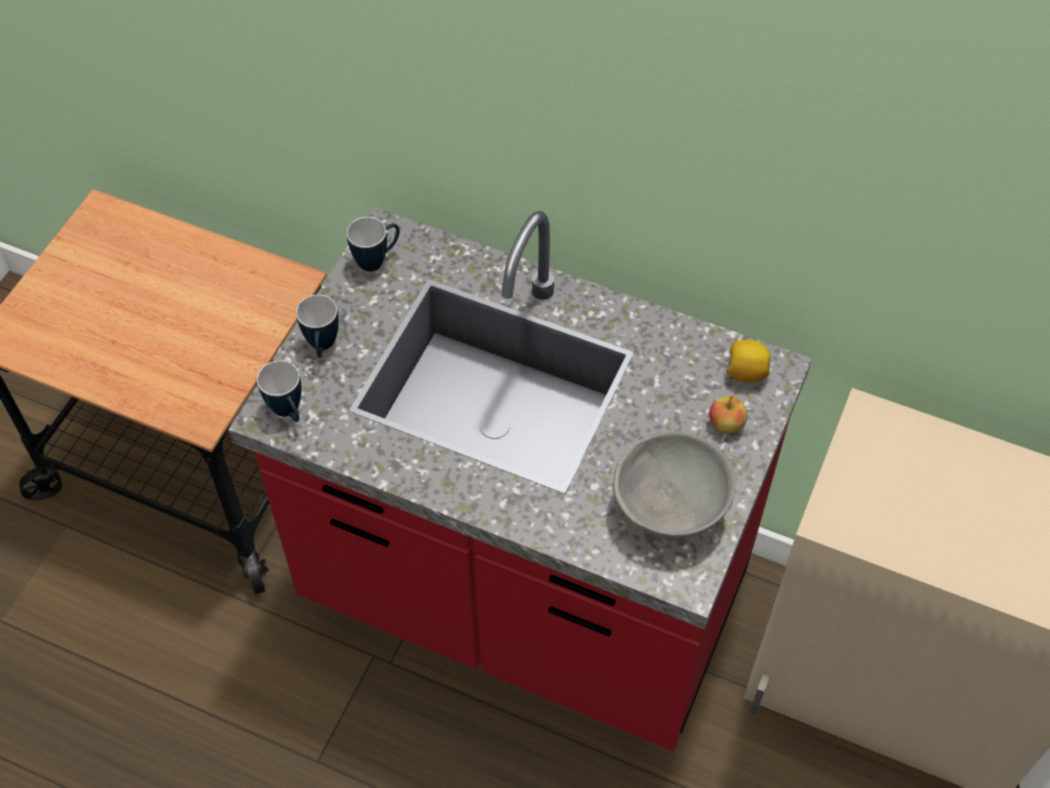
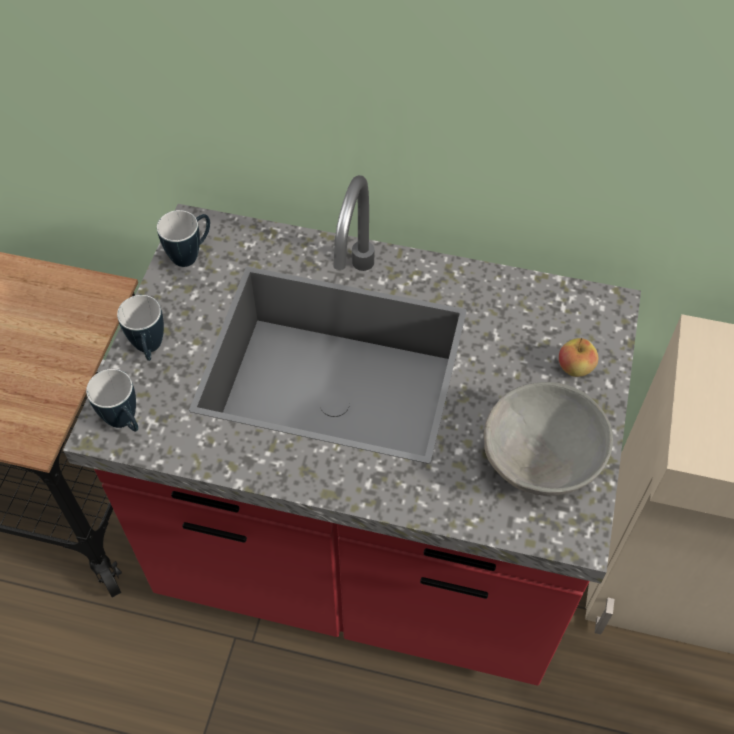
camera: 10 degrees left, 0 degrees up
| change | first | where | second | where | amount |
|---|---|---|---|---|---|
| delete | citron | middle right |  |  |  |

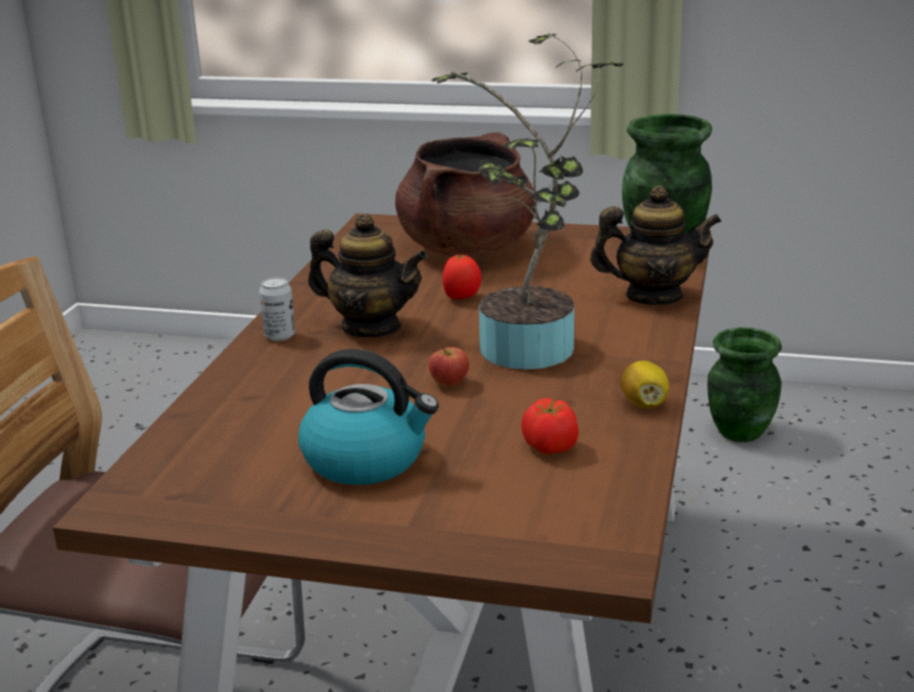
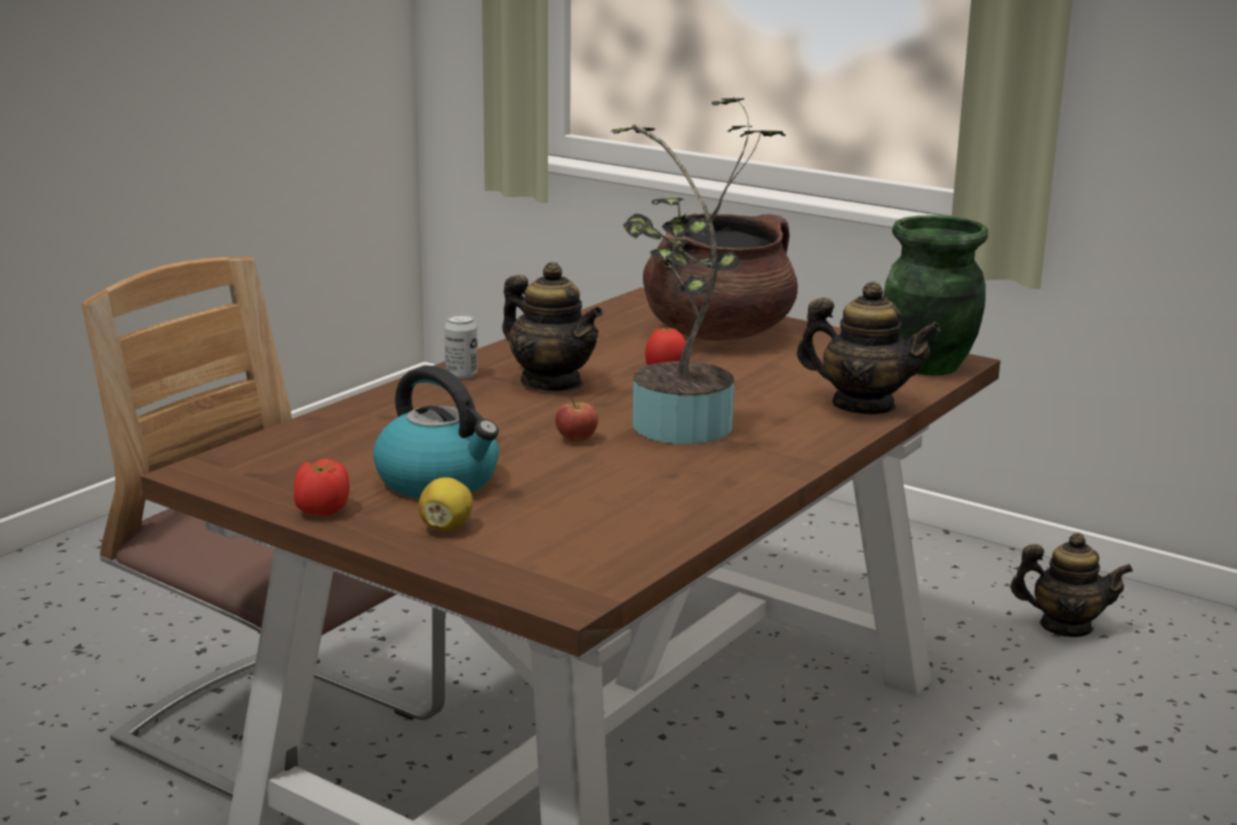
camera: 20 degrees right, 5 degrees down
| change | first | where | second | where | amount |
|---|---|---|---|---|---|
| move | tomate (2nd from left in the first image) | centre | tomate (1st from left) | middle left |  |
| move | citron | middle right |  | centre |  |
| replace | vase/vert (2nd from left) | middle right | théière (3rd from left) | bottom right |  |

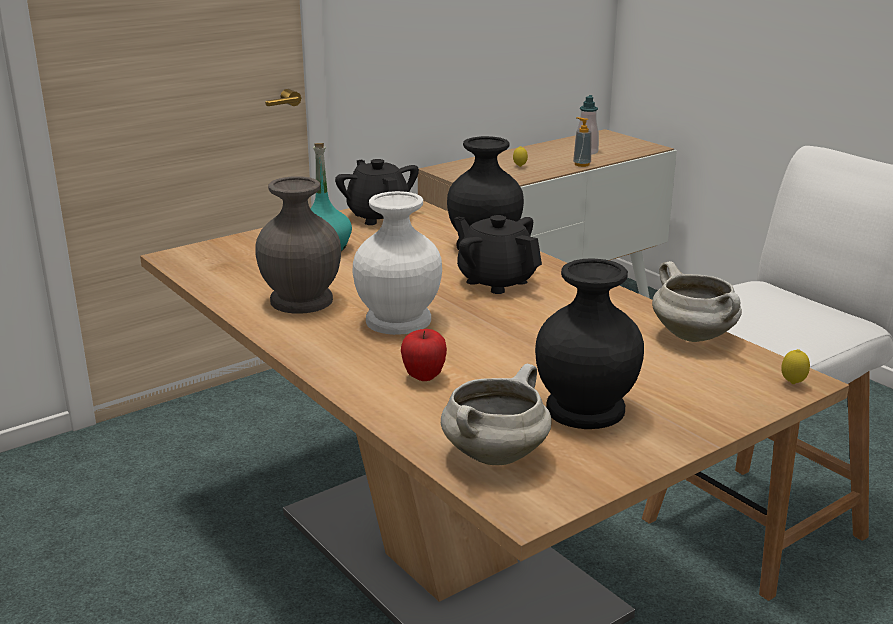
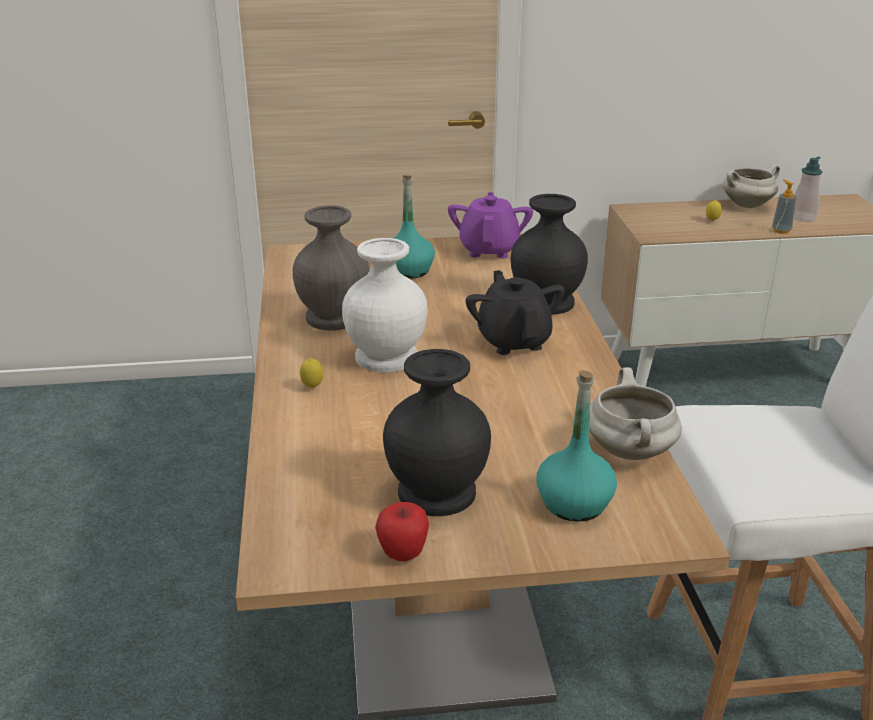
camera: 30 degrees right, 5 degrees up
| change | first | where | second | where | amount |
|---|---|---|---|---|---|
| insert |  |  | bouteille/turquoise (2nd from left) | centre |  |
| move | pomme | centre |  | bottom centre |  |
| move | marmite/blanc (1st from left in the first image) | centre | marmite/blanc (2nd from left) | top right |  |
| move | citron (2nd from left in the first image) | middle right | citron (1st from left) | centre |  |
| recolor | théière/noir (1st from left) | top centre | théière/violet | top centre |  |

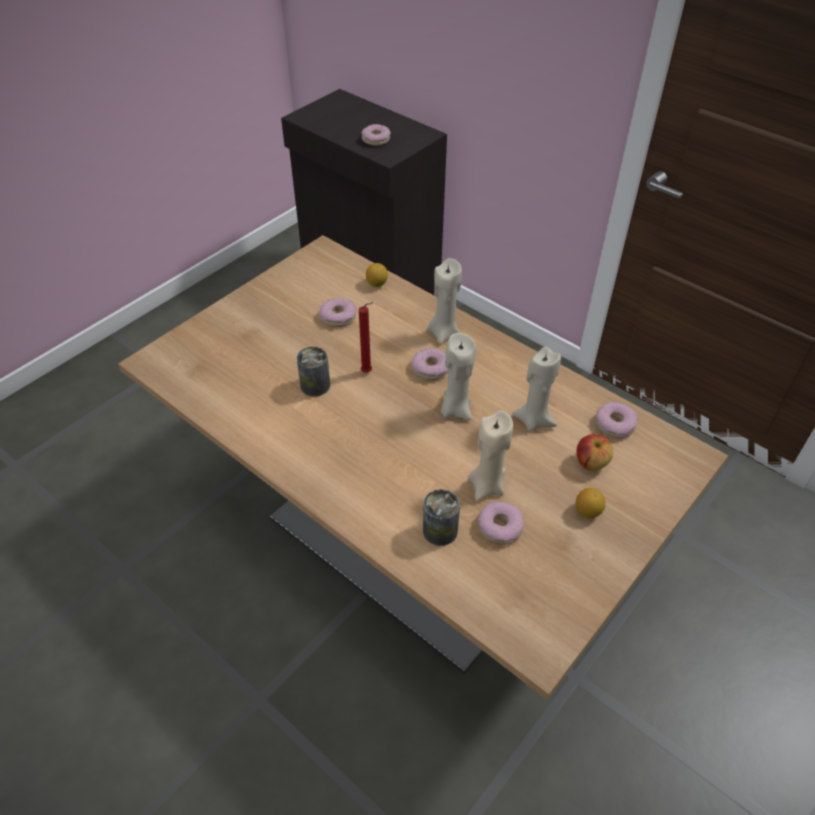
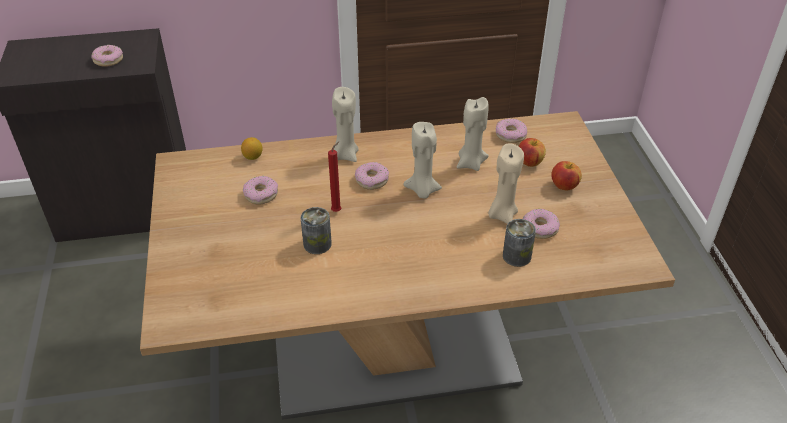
camera: 50 degrees left, 5 degrees down
| change | first | where | second | where | amount |
|---|---|---|---|---|---|
| replace | citron (2nd from left) | middle right | pomme (2nd from left) | middle right |  |

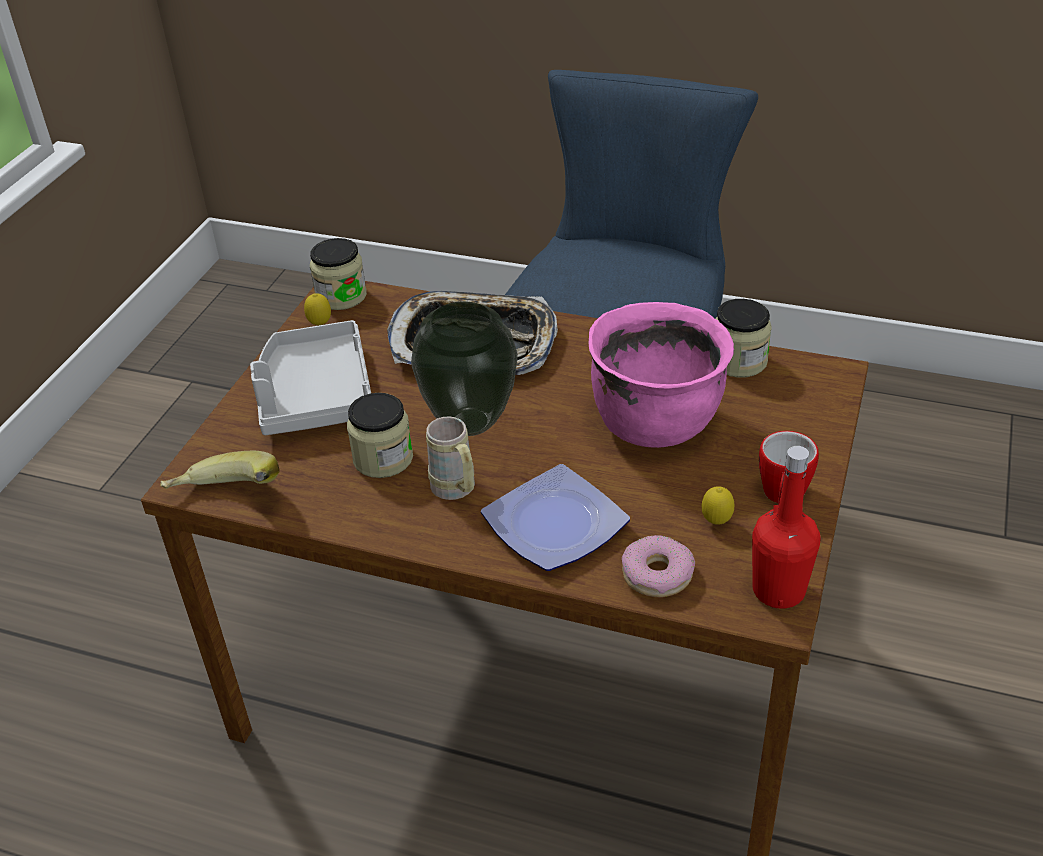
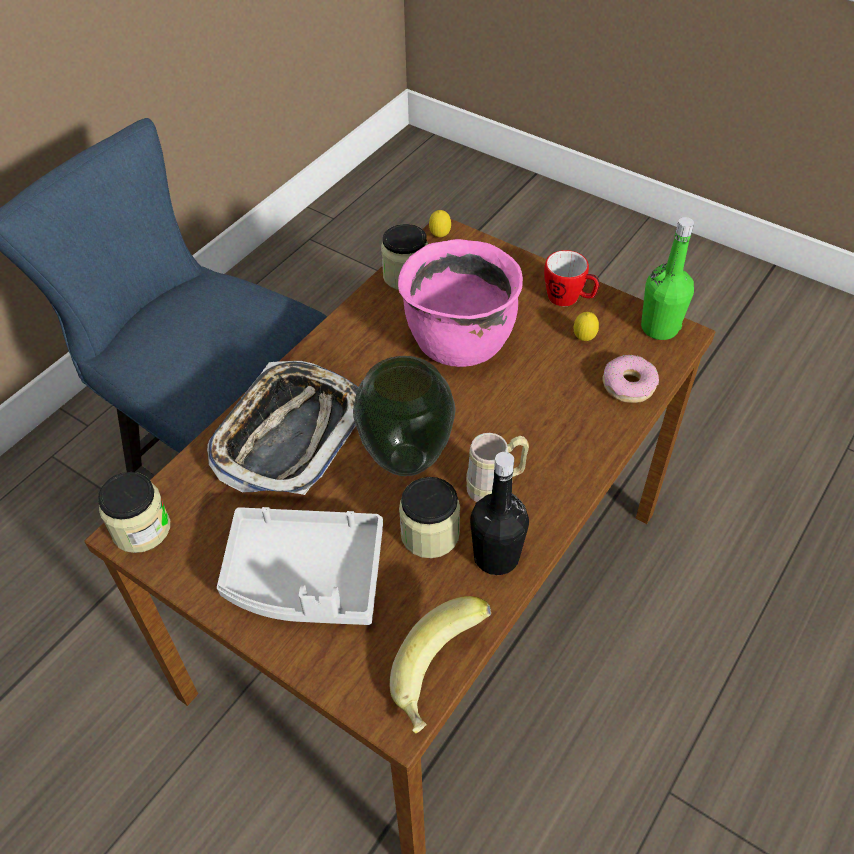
camera: 75 degrees left, 10 degrees up
| change | first | where | second | where | amount |
|---|---|---|---|---|---|
| delete | assiette | centre |  |  |  |
| insert |  |  | bouteille/noir | centre |  |
| move | citron (1st from left) | middle left |  | top centre |  |
| recolor | bouteille/rouge | middle right | bouteille/vert | top right |  |

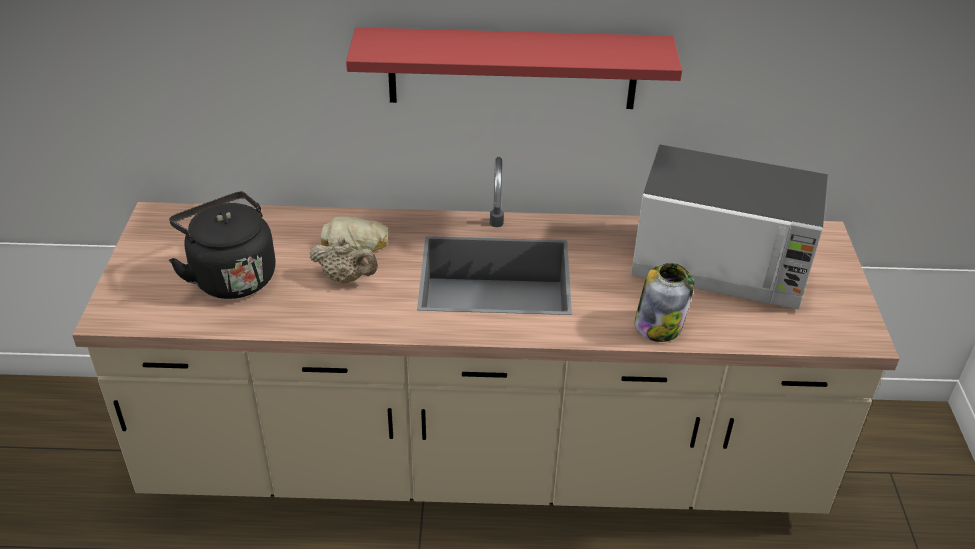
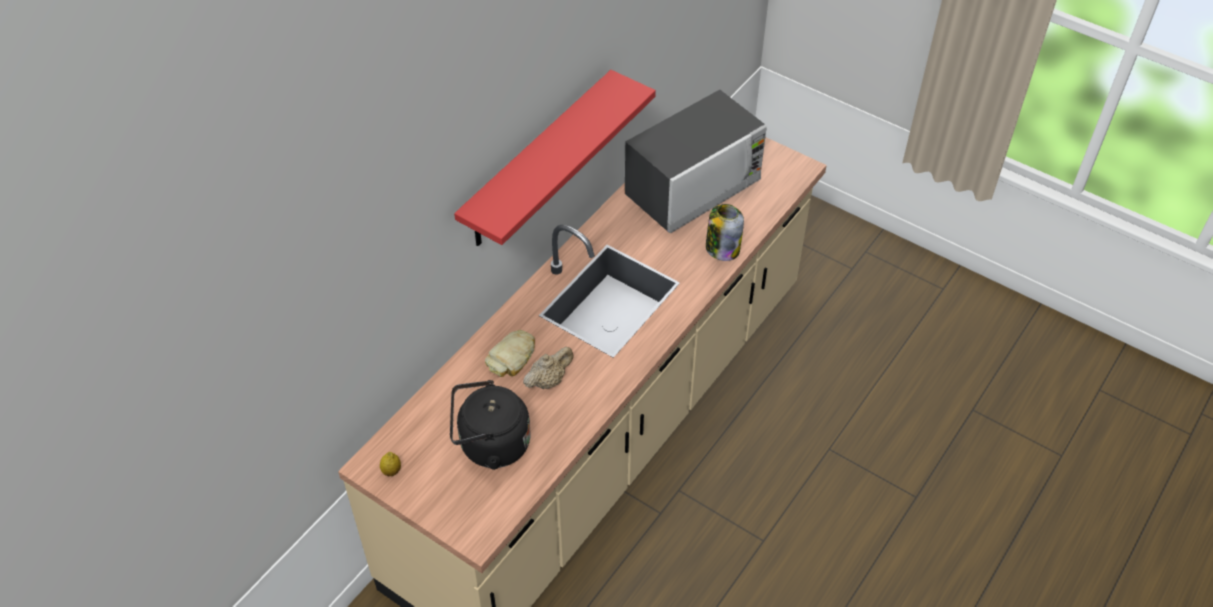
camera: 55 degrees left, 10 degrees up
| change | first | where | second | where | amount |
|---|---|---|---|---|---|
| insert |  |  | citron | bottom left |  |

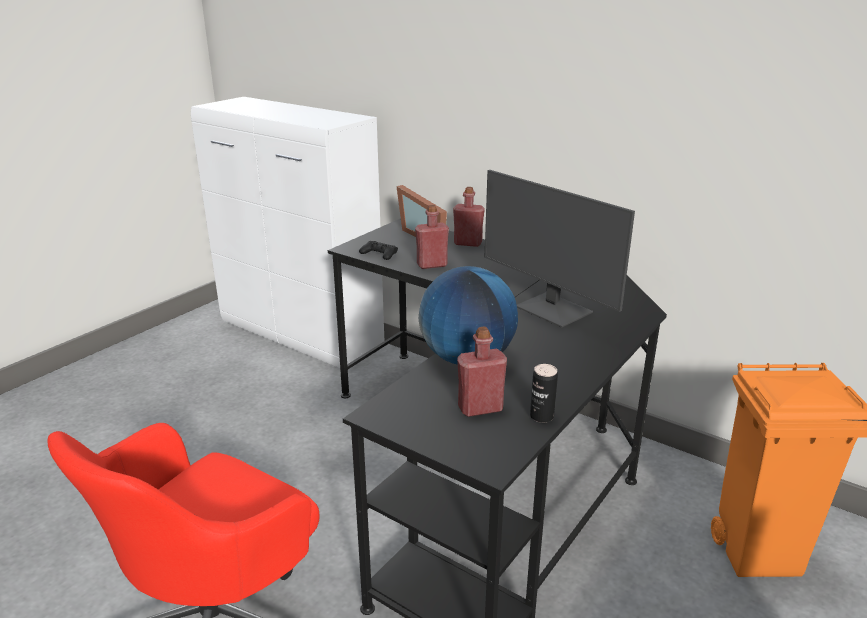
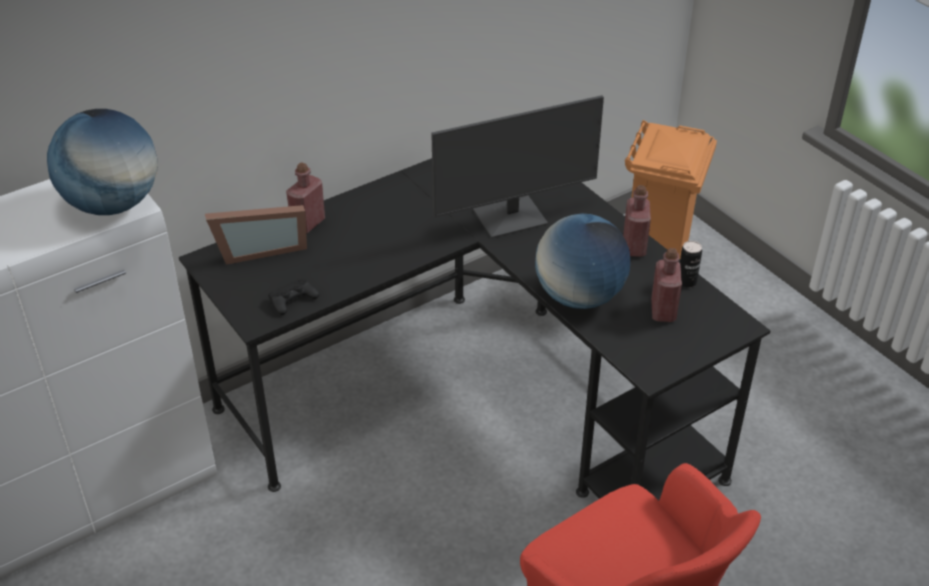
camera: 70 degrees left, 15 degrees up
| change | first | where | second | where | amount |
|---|---|---|---|---|---|
| insert |  |  | globe (1st from left) | top left |  |
| move | bouteille/rouge (1st from left in the first image) | centre | bouteille/rouge (2nd from left) | middle right |  |

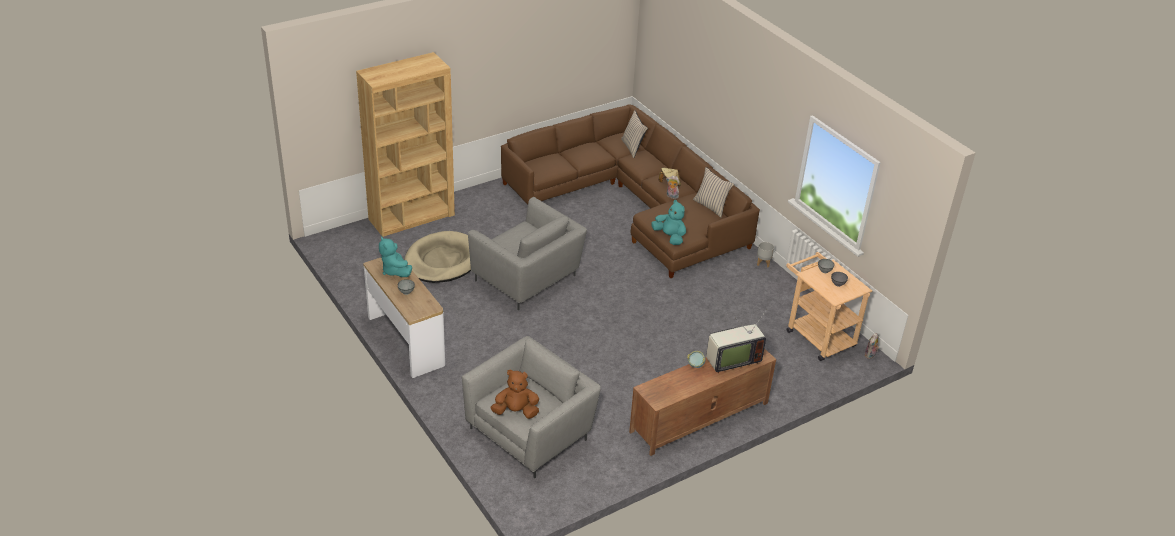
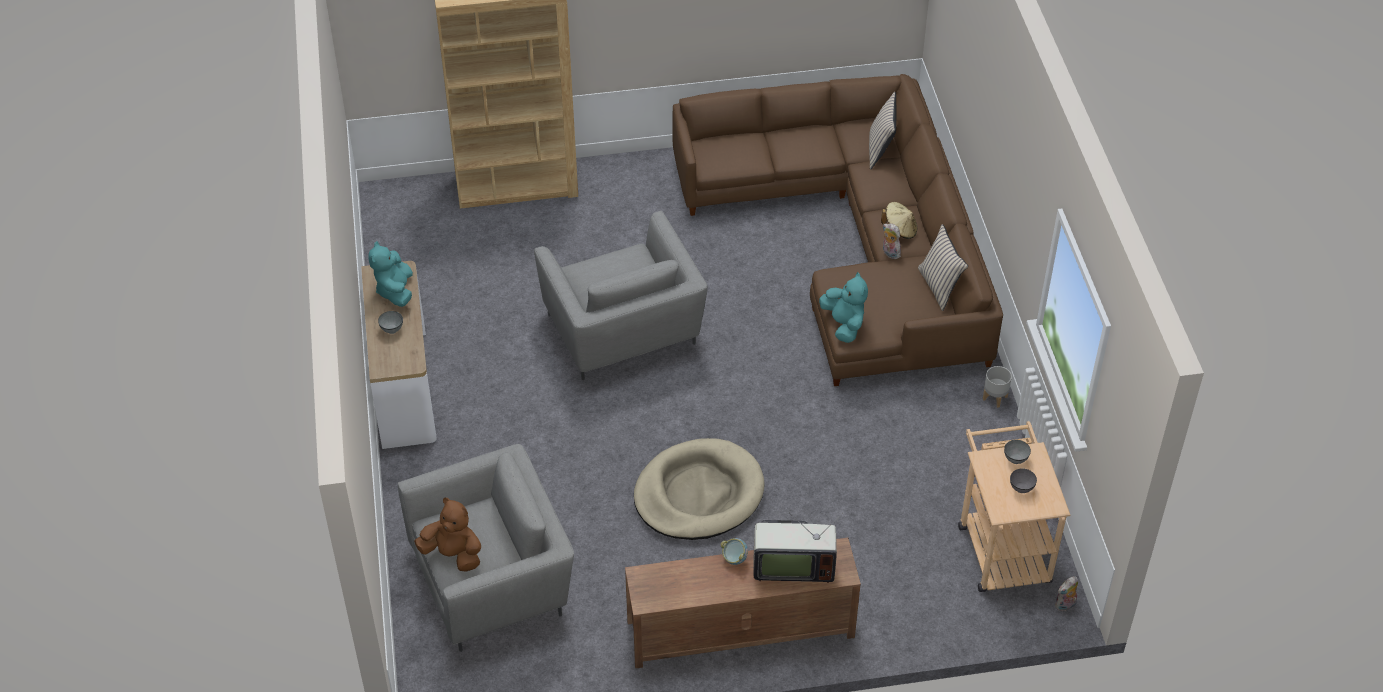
camera: 25 degrees right, 10 degrees up
| change | first | where | second | where | amount |
|---|---|---|---|---|---|
| move | panier pour chien/beige | centre |  | bottom centre |  |

